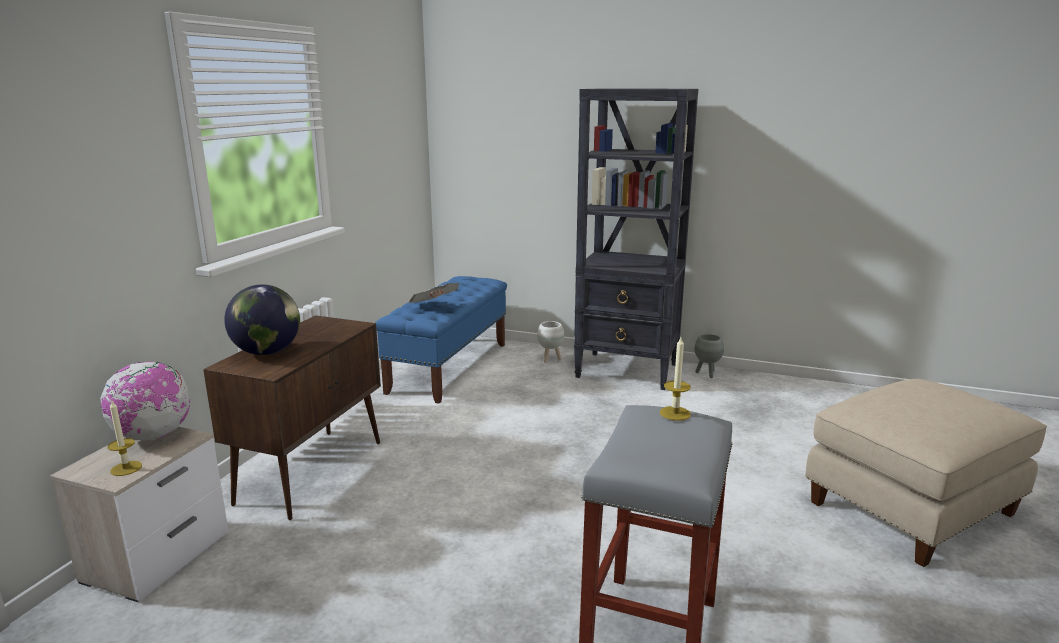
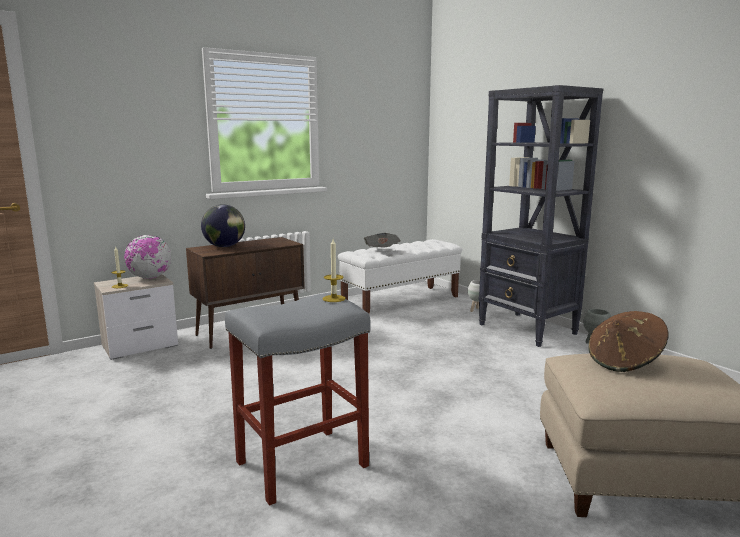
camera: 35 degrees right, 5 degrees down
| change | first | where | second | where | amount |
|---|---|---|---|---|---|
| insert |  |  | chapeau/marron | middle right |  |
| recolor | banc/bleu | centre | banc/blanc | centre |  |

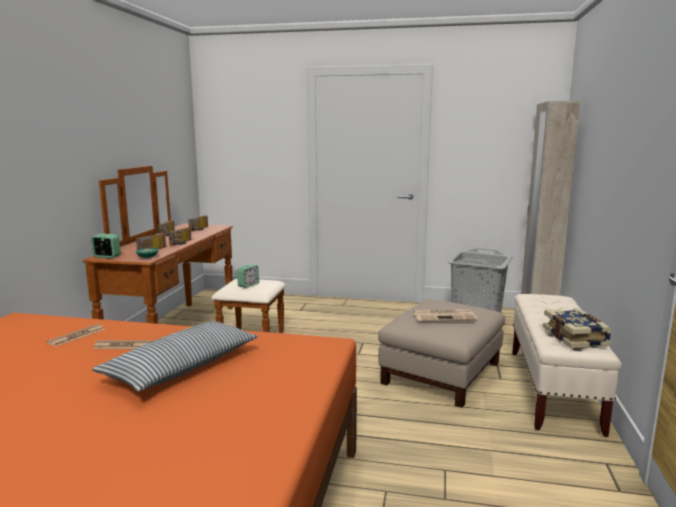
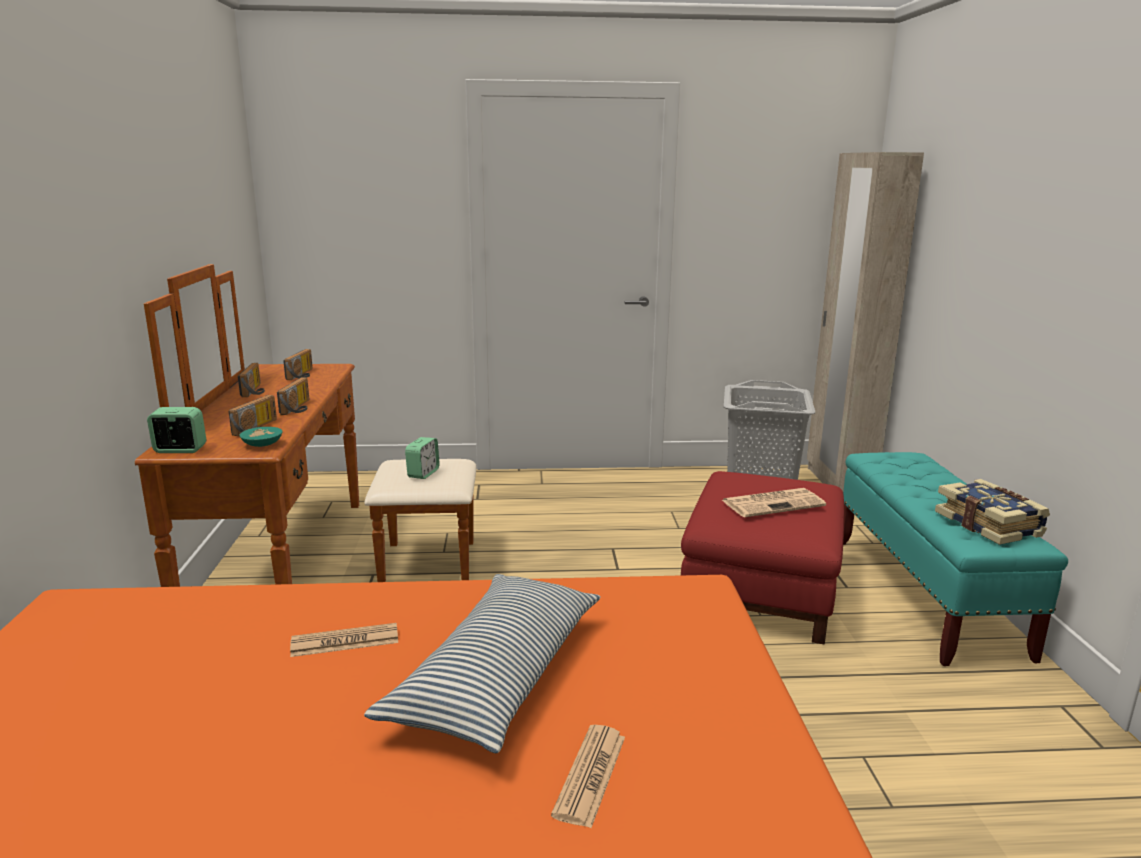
camera: 15 degrees left, 5 degrees up
| change | first | where | second | where | amount |
|---|---|---|---|---|---|
| move | journal (1st from left in the first image) | middle left | journal (2nd from left) | bottom centre |  |
| recolor | pouf/beige | bottom centre | pouf/rouge | middle right |  |
| recolor | banc/beige | bottom right | banc/turquoise | middle right |  |

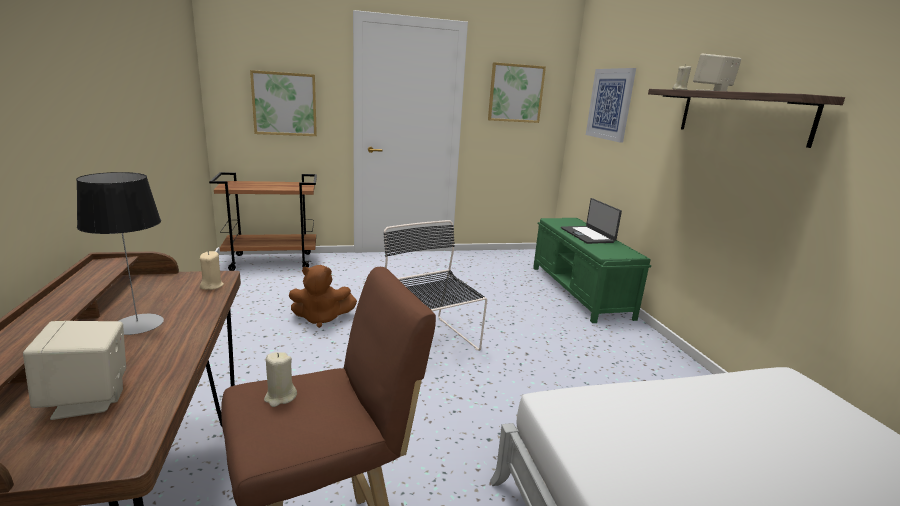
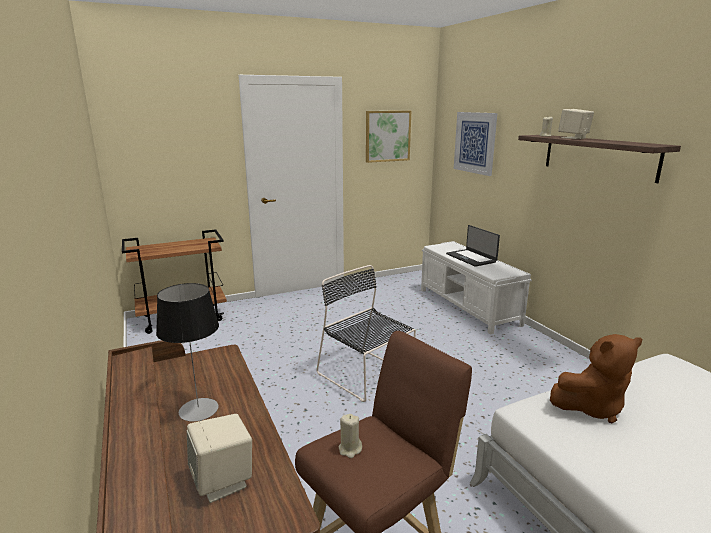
camera: 10 degrees left, 0 degrees up
| change | first | where | second | where | amount |
|---|---|---|---|---|---|
| delete | bougie/beige (1st from left) | middle left |  |  |  |
| delete | tableau (1st from left) | top left |  |  |  |
| move | peluche/marron | centre |  | bottom right |  |
| recolor | banc/vert | centre | banc/blanc | middle right |  |

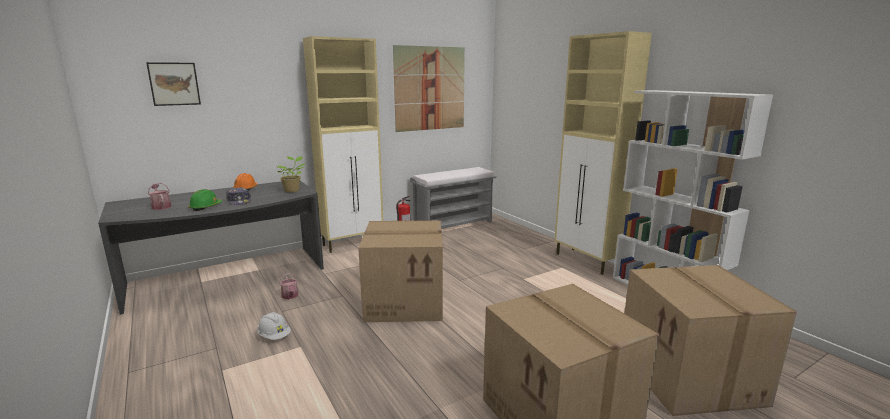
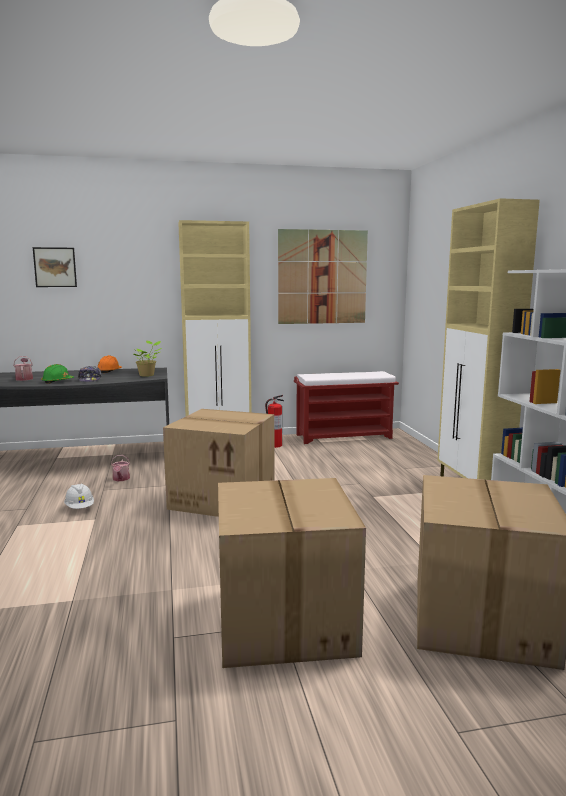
camera: 20 degrees right, 5 degrees down
| change | first | where | second | where | amount |
|---|---|---|---|---|---|
| recolor | banc/gris | centre | banc/rouge | centre |  |

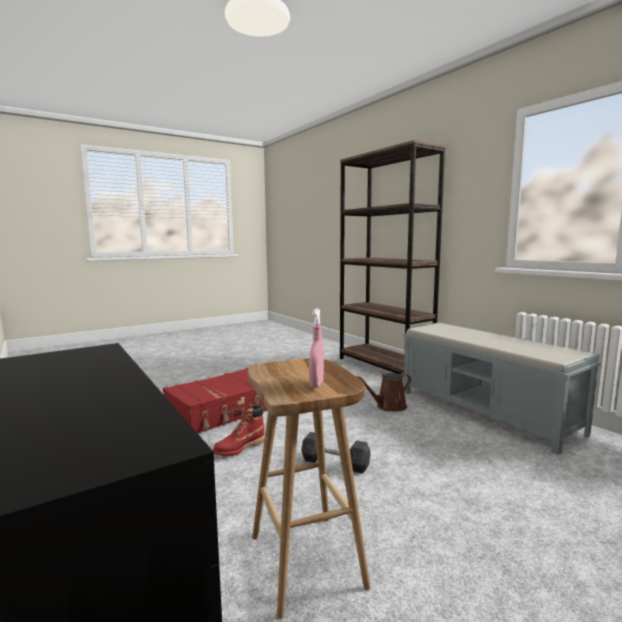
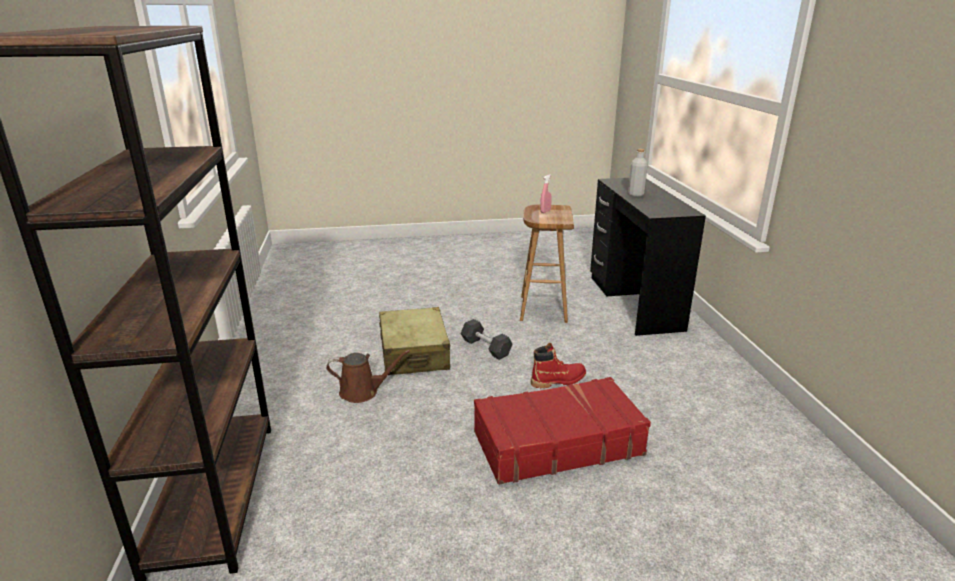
camera: 155 degrees left, 15 degrees up
| change | first | where | second | where | amount |
|---|---|---|---|---|---|
| delete | banc/gris | middle right |  |  |  |
| insert |  |  | valise/beige | centre |  |
| insert |  |  | bouteille/gris | top right |  |

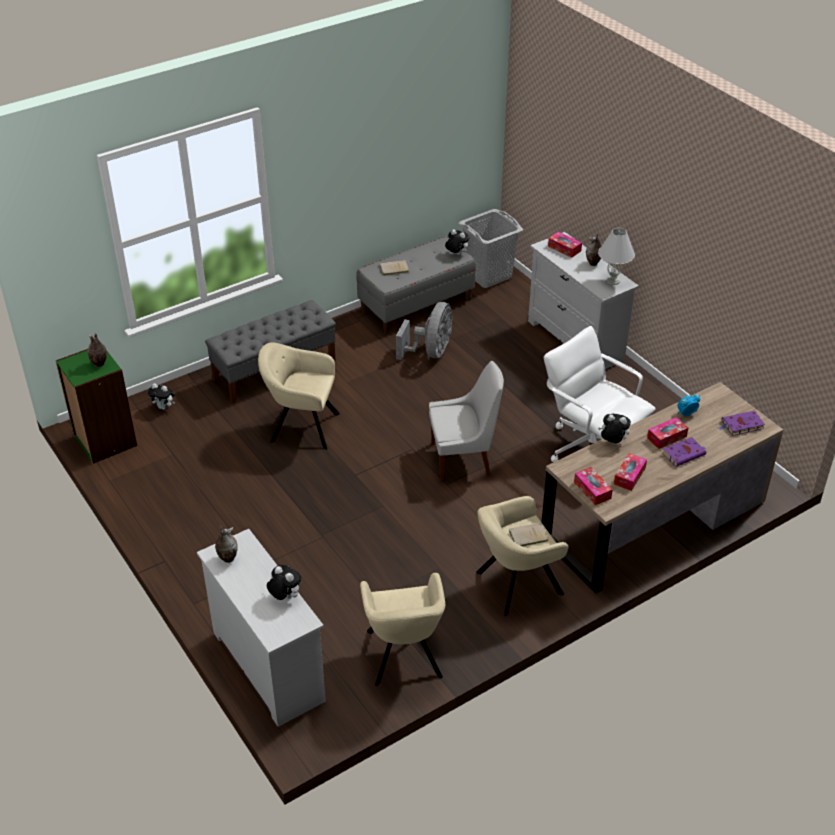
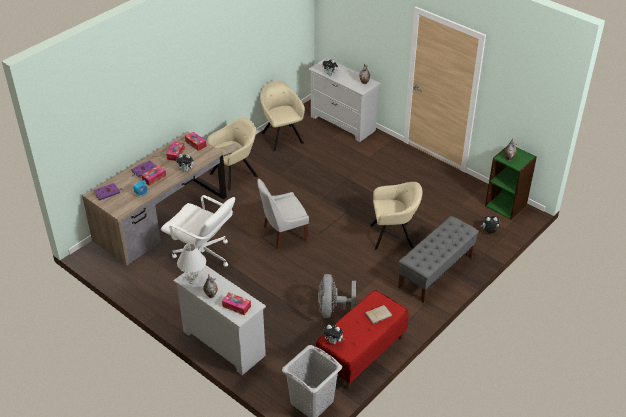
camera: 165 degrees right, 0 degrees up
| change | first | where | second | where | amount |
|---|---|---|---|---|---|
| recolor | banc/gris (2nd from left) | centre | banc/rouge | bottom centre |  |

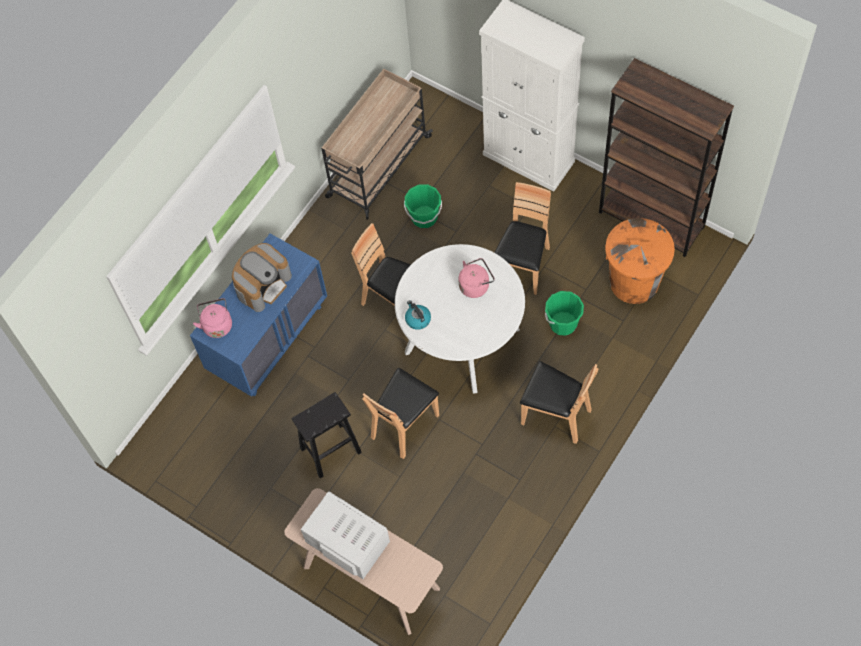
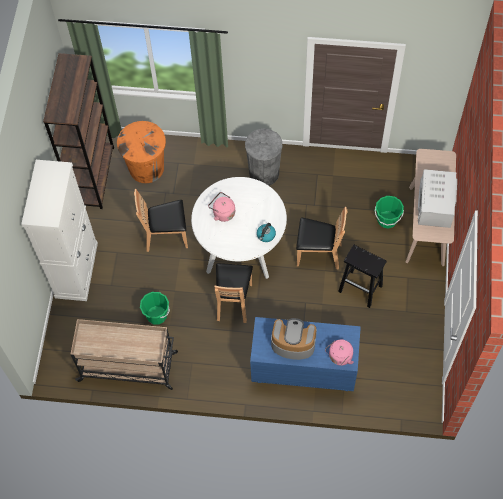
camera: 120 degrees left, 0 degrees up
| change | first | where | second | where | amount |
|---|---|---|---|---|---|
| move | seau/vert (2nd from left) | centre |  | middle right |  |
| replace | chaise/marron (4th from left) | centre | poubelle/gris | top centre |  |

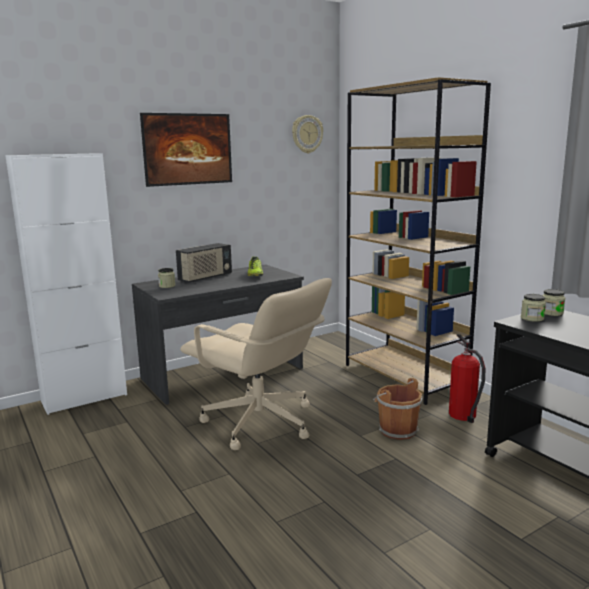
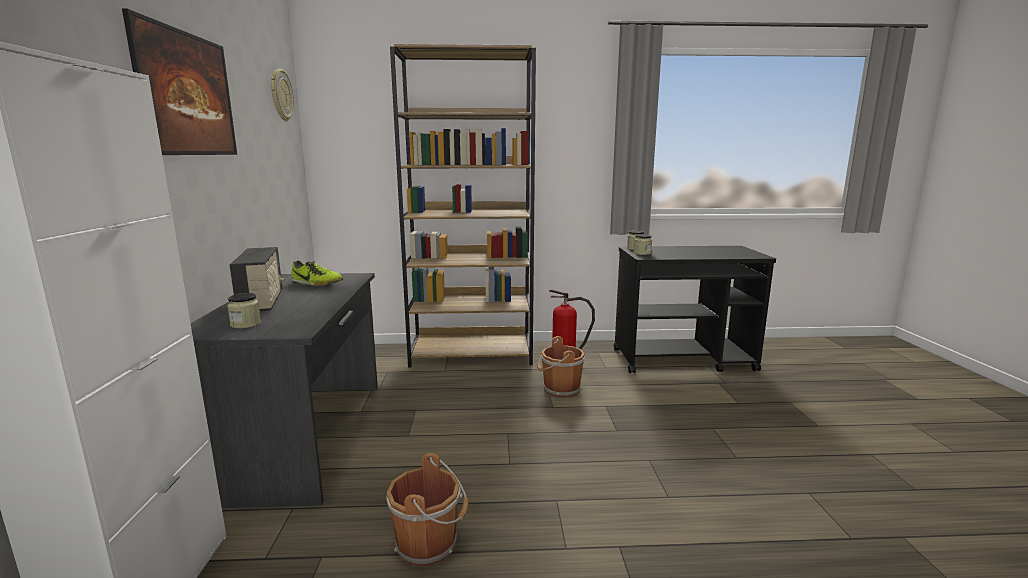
camera: 60 degrees left, 0 degrees up
| change | first | where | second | where | amount |
|---|---|---|---|---|---|
| delete | chaise de bureau/beige | centre |  |  |  |
| insert |  |  | seau/marron (1st from left) | bottom centre |  |

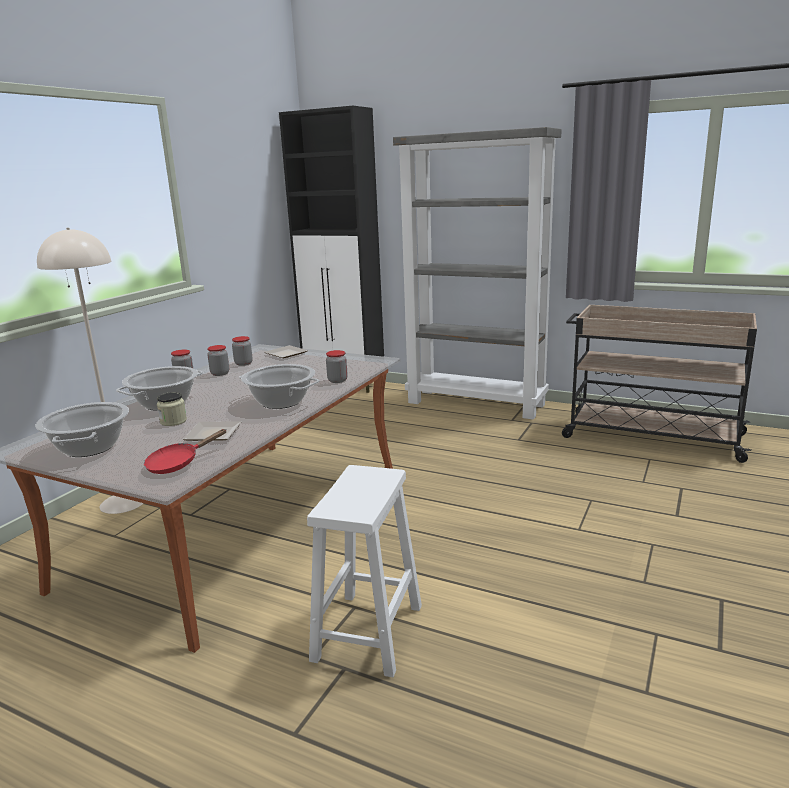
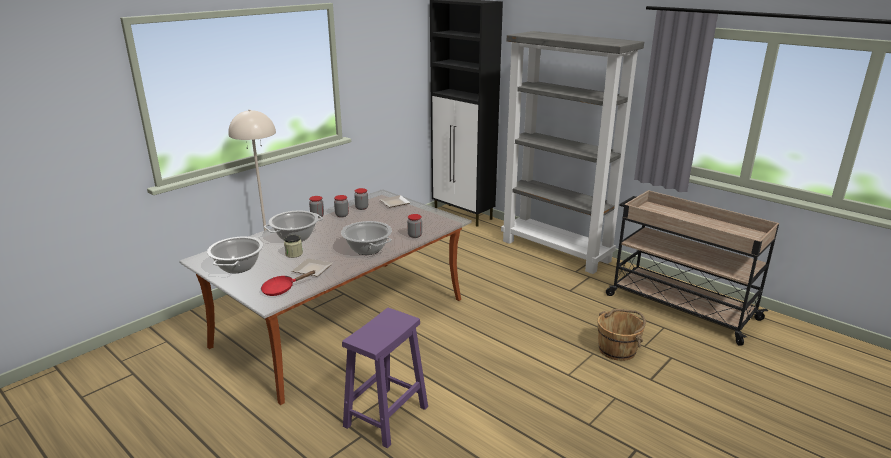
camera: 15 degrees right, 5 degrees up
| change | first | where | second | where | amount |
|---|---|---|---|---|---|
| insert |  |  | seau/marron | bottom right |  |
| recolor | tabouret/blanc | bottom centre | tabouret/violet | bottom centre |  |

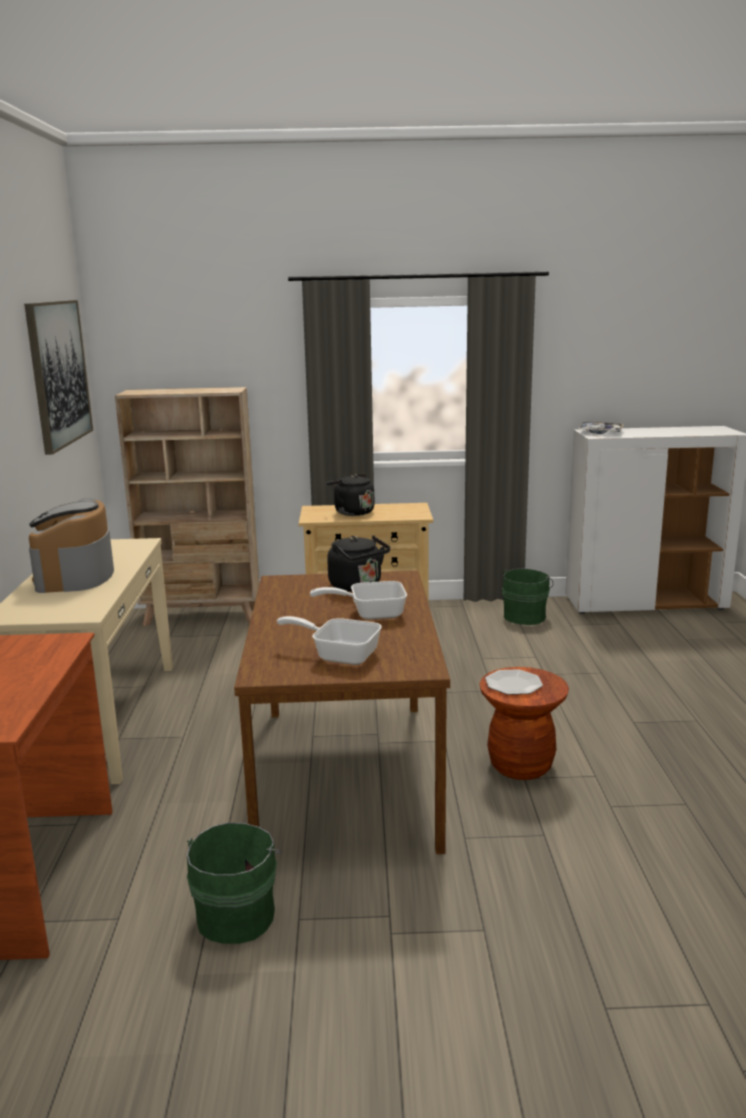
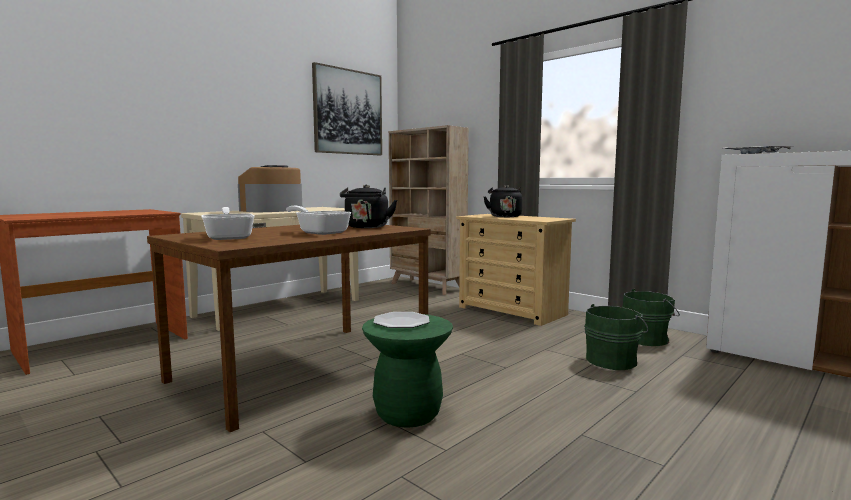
camera: 45 degrees right, 10 degrees down
| change | first | where | second | where | amount |
|---|---|---|---|---|---|
| move | seau/vert (1st from left) | bottom left |  | bottom right |  |
| recolor | tabouret/marron | middle right | tabouret/vert | bottom centre |  |

